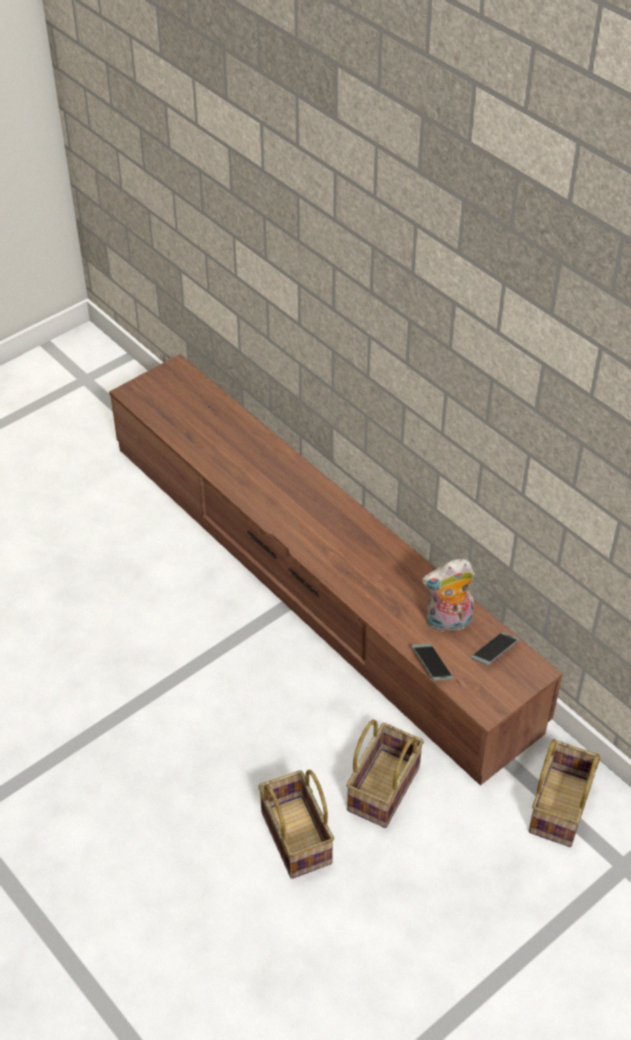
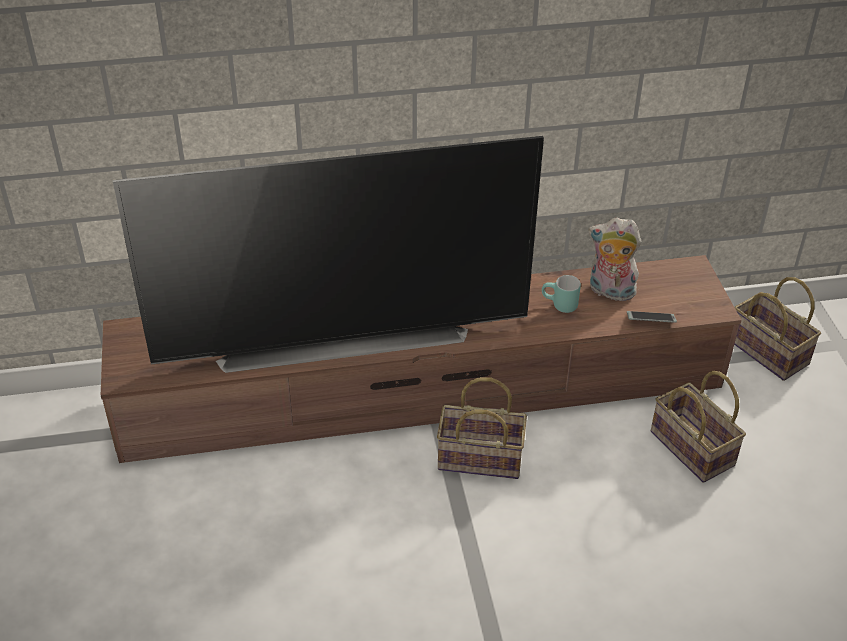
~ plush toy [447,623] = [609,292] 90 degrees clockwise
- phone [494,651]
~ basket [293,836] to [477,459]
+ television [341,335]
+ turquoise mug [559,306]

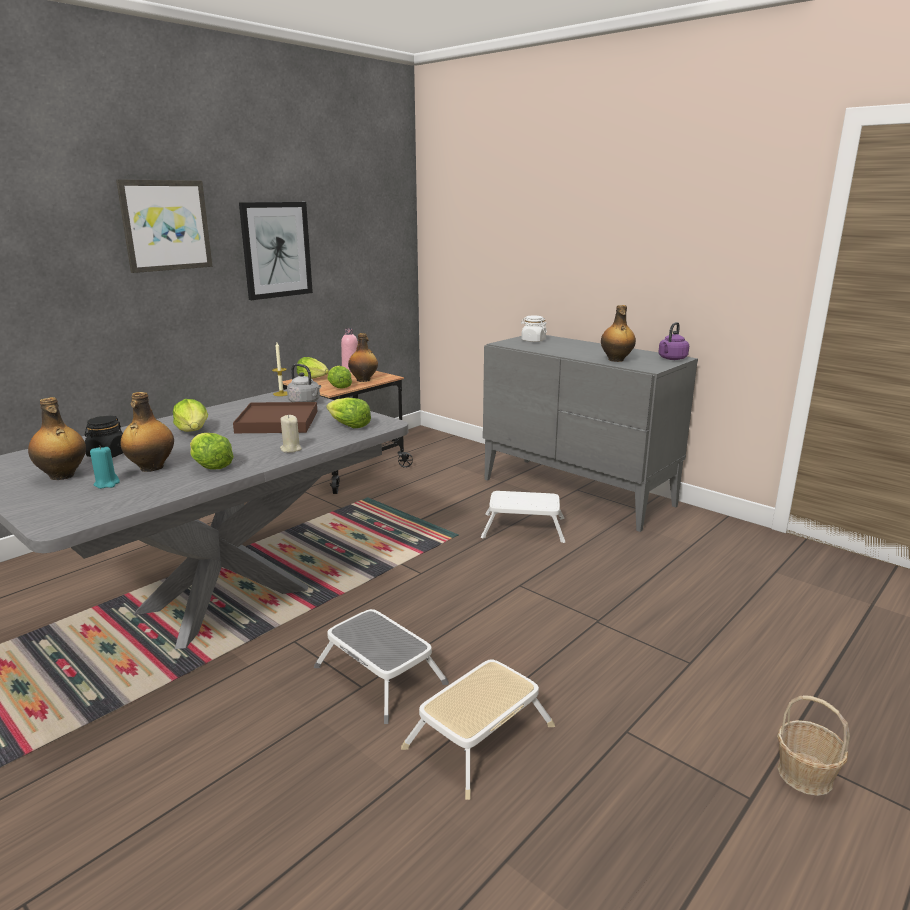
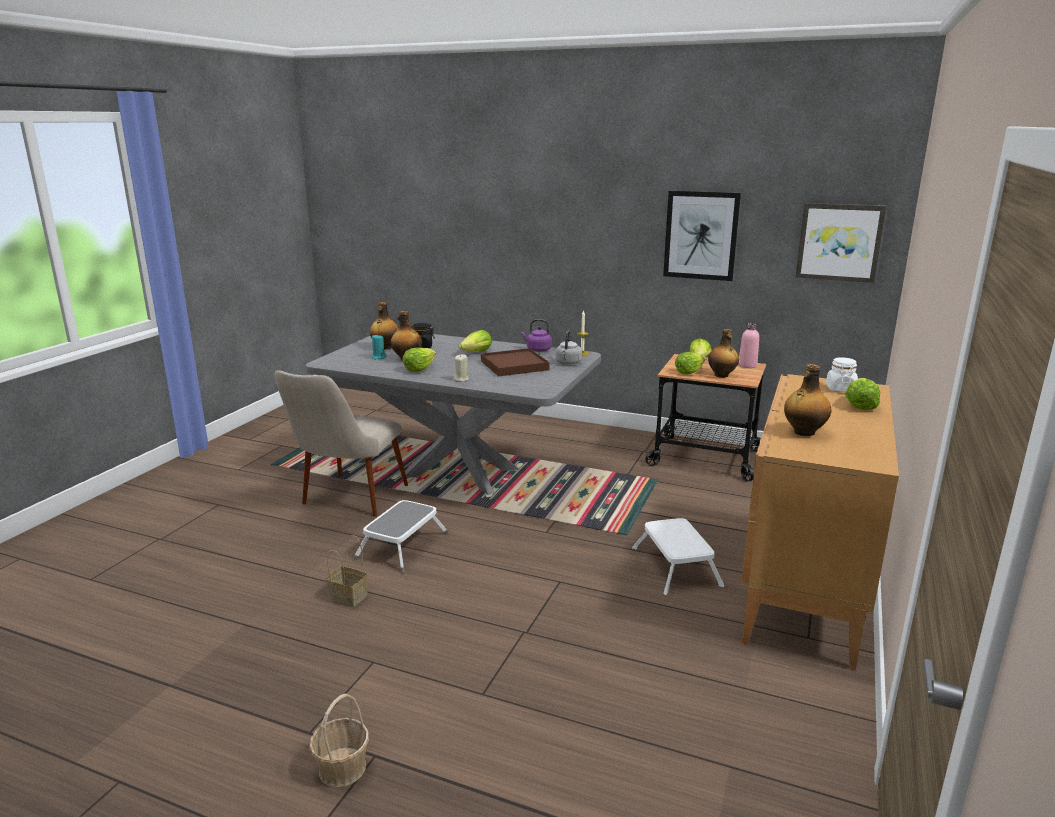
~ picture [165,225] to [839,242]
~ purple kettle [671,359] to [537,350]
~ grey cabinet [577,492] to brown cabinet [804,587]
~ lettuce [348,426] to [860,405]
~ beige step ladder [480,737] to basket [349,597]
+ beige chair [347,502]

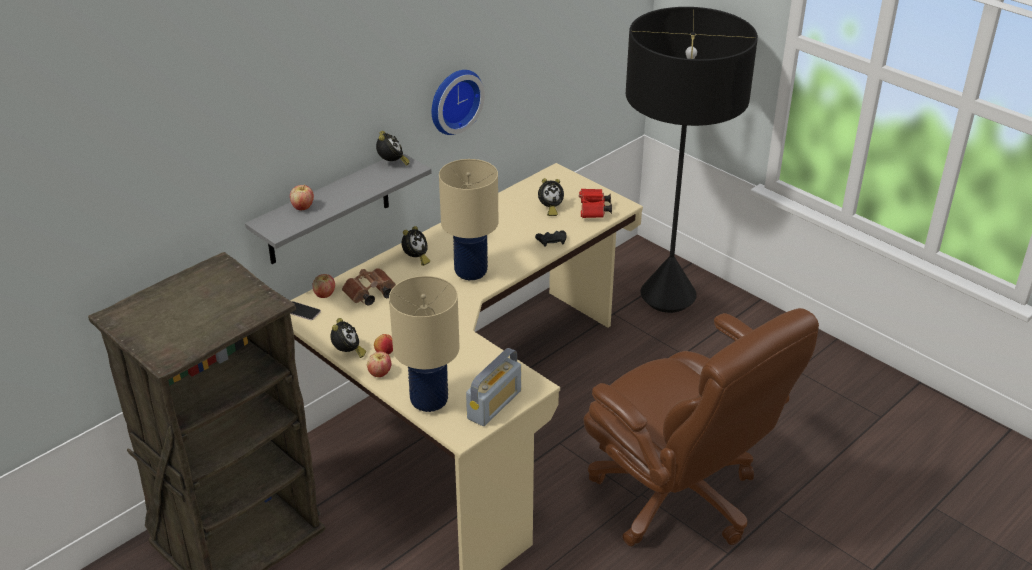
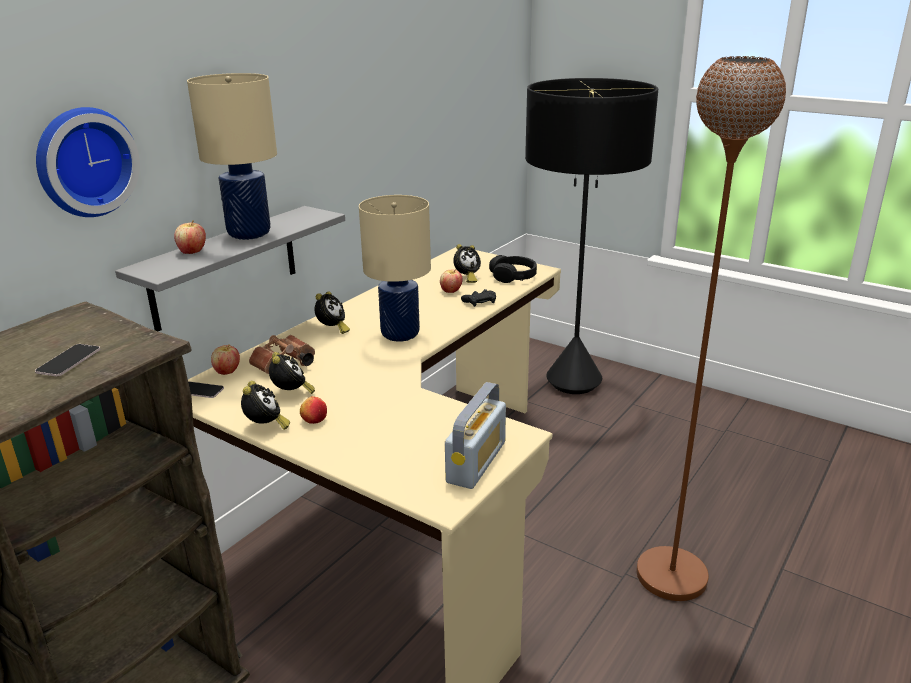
~ wall clock [453,100] to [84,161]
~ alarm clock [392,164] to [292,394]
~ red binoculars [593,211] to black headphones [513,276]
~ beige table lamp [429,403] to [249,236]
~ brown office chair [679,502] to brown floor lamp [671,576]
~ apple [380,373] to [451,291]
+ phone [69,361]

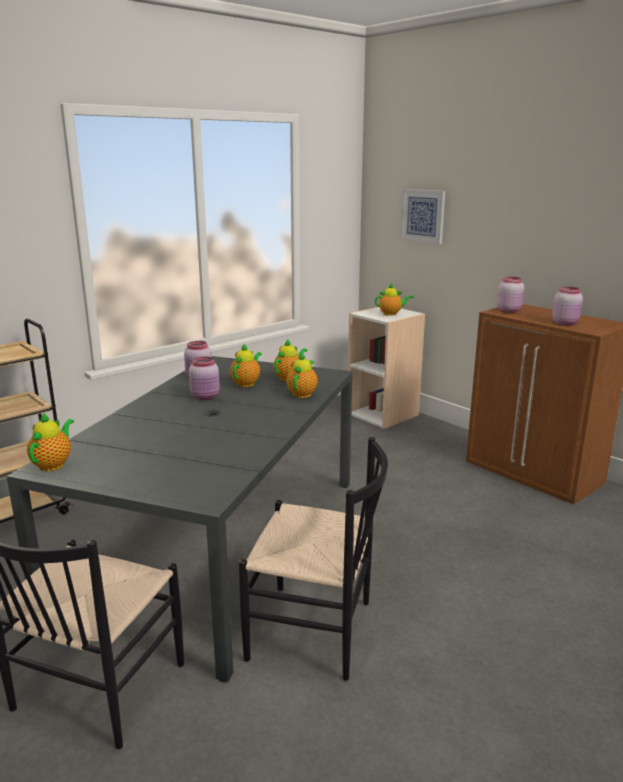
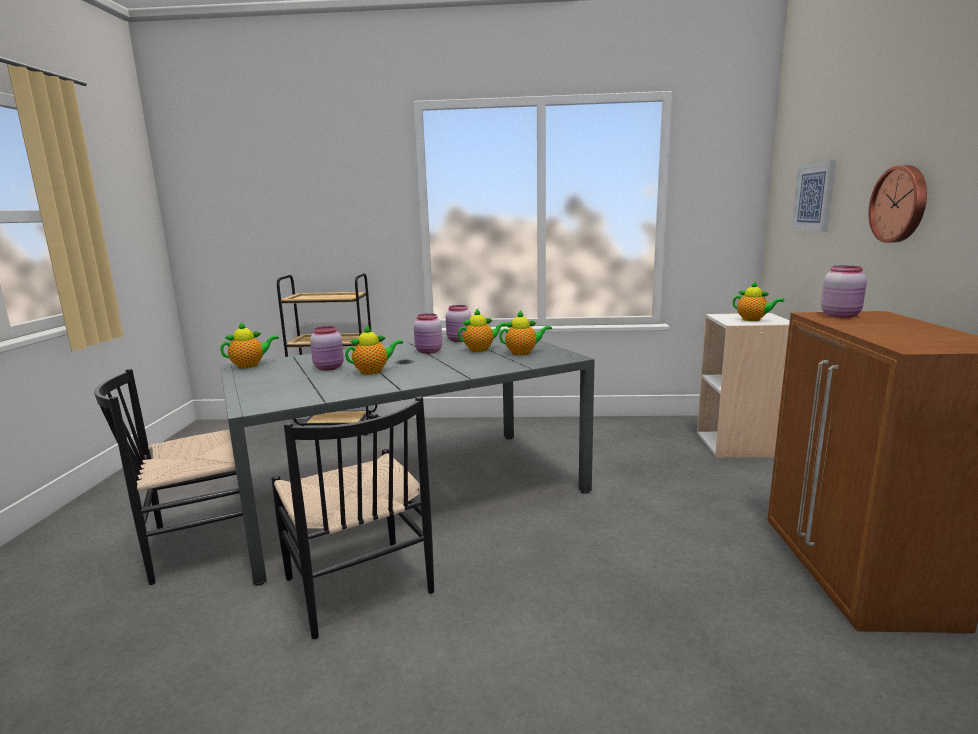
~ pink jar [565,323] to [329,368]
~ teapot [303,394] to [373,371]
+ wall clock [900,204]

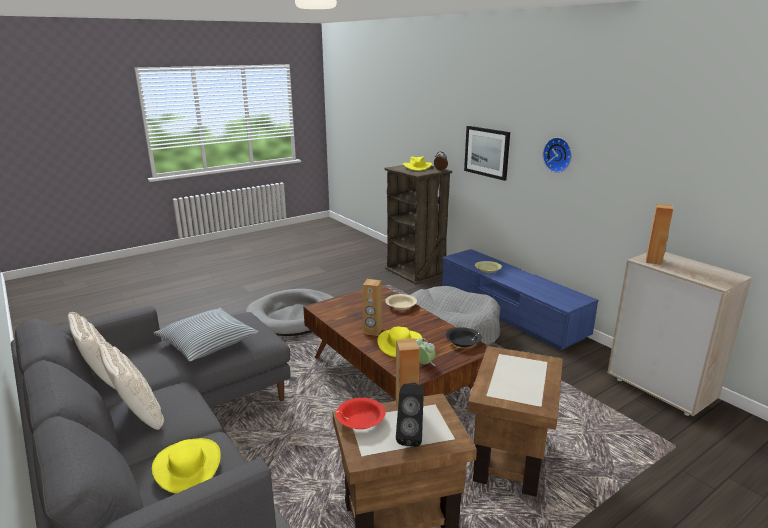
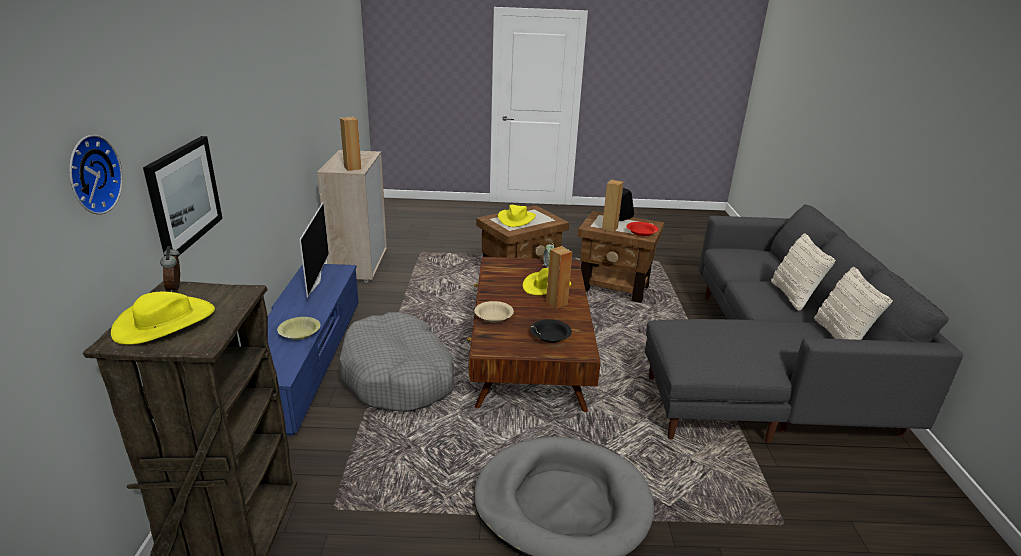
~ wall clock [558,154] to [90,174]
- pillow [207,343]
~ black bowl [463,342] to [550,336]
~ yellow hat [188,465] to [516,219]
+ television [315,281]

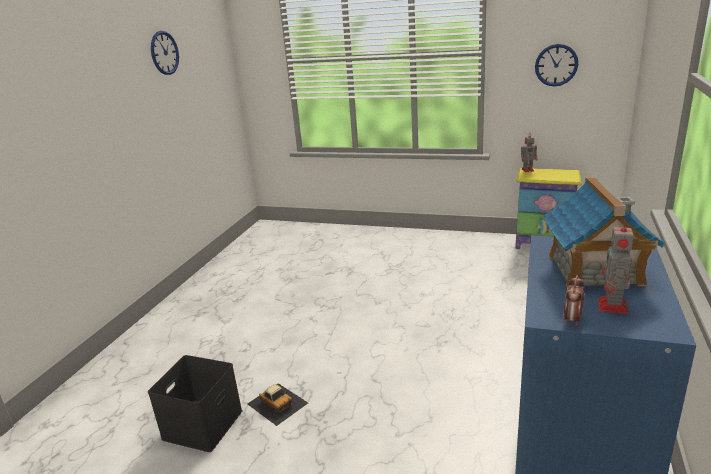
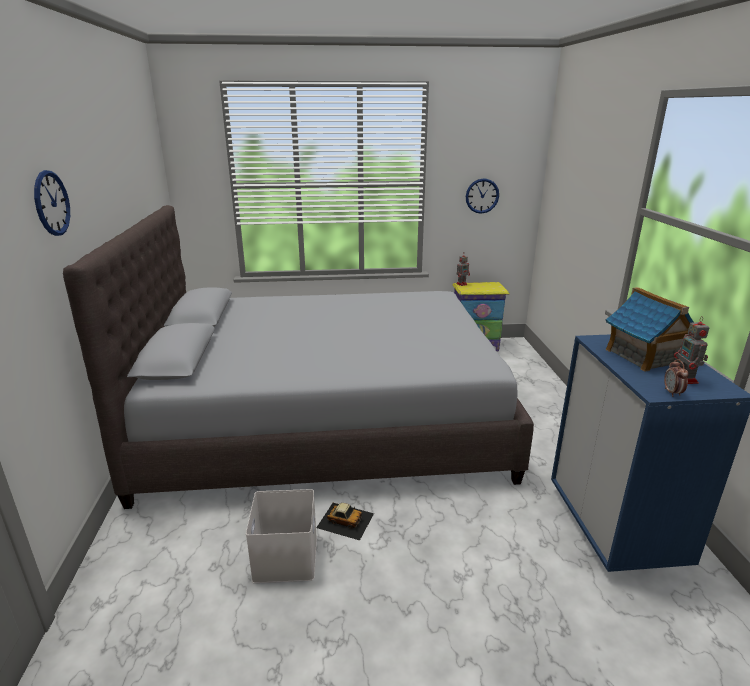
~ wall clock [164,53] to [51,203]
~ black storage box [202,423] to white storage box [284,556]
+ grey bed [326,421]

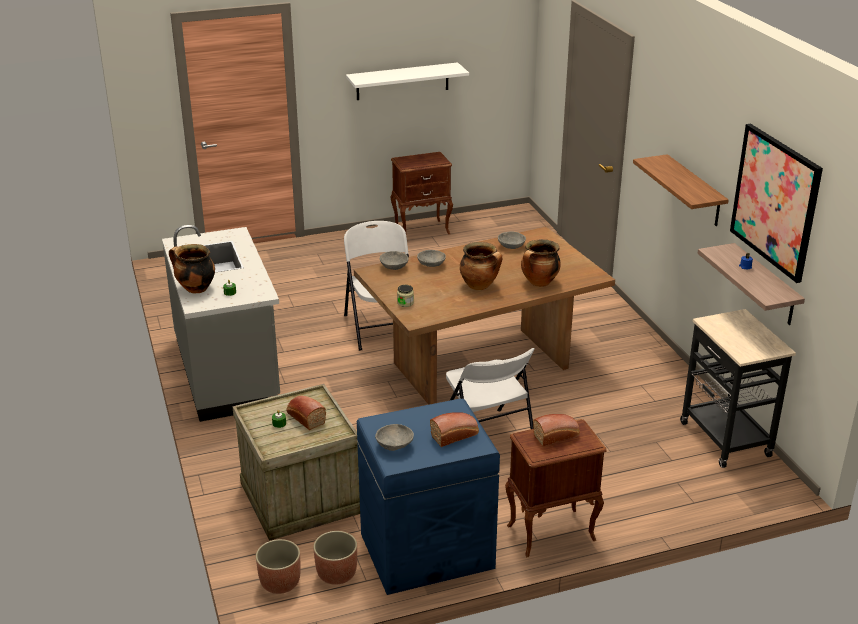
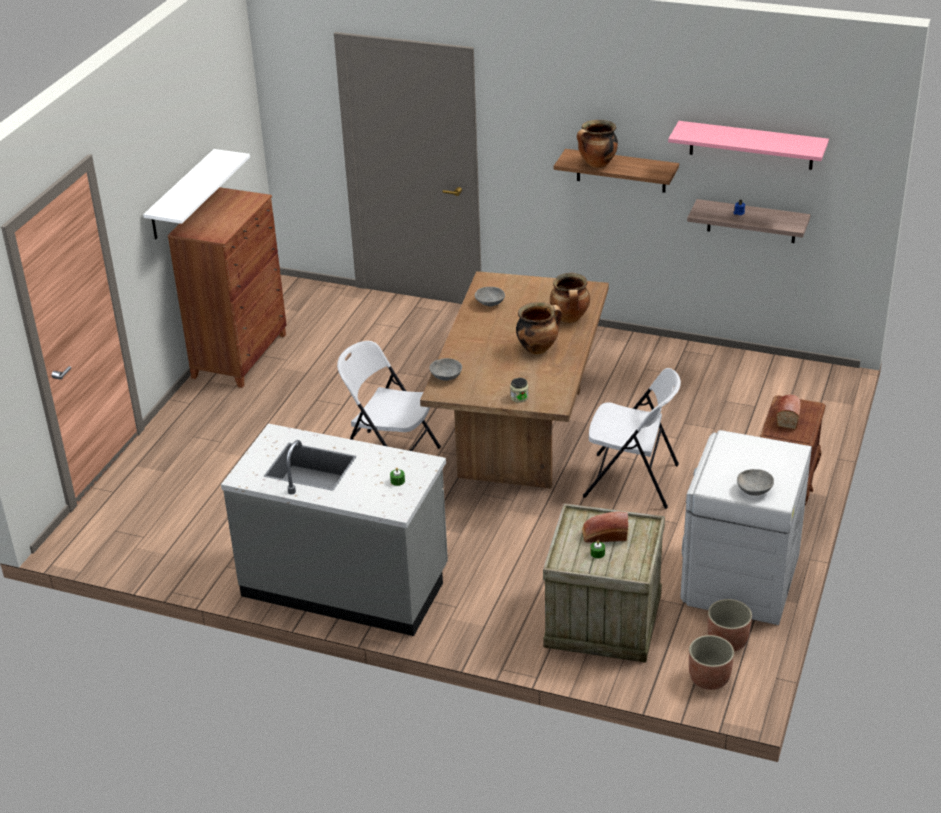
~ picture [775,201] to pink shelf [751,145]
~ brown nightstand [421,231] to brown dresser [242,356]
~ cooking pot [195,289] to [597,164]
- grey bowl [431,265]
- cart [726,441]
~ blue washing machine [423,547] to white washing machine [738,579]
- bread [455,435]

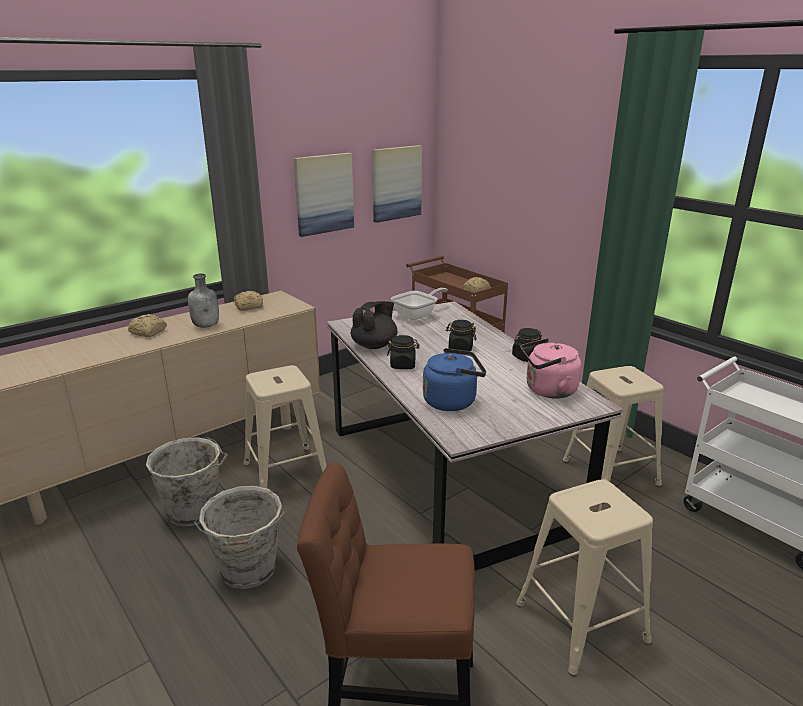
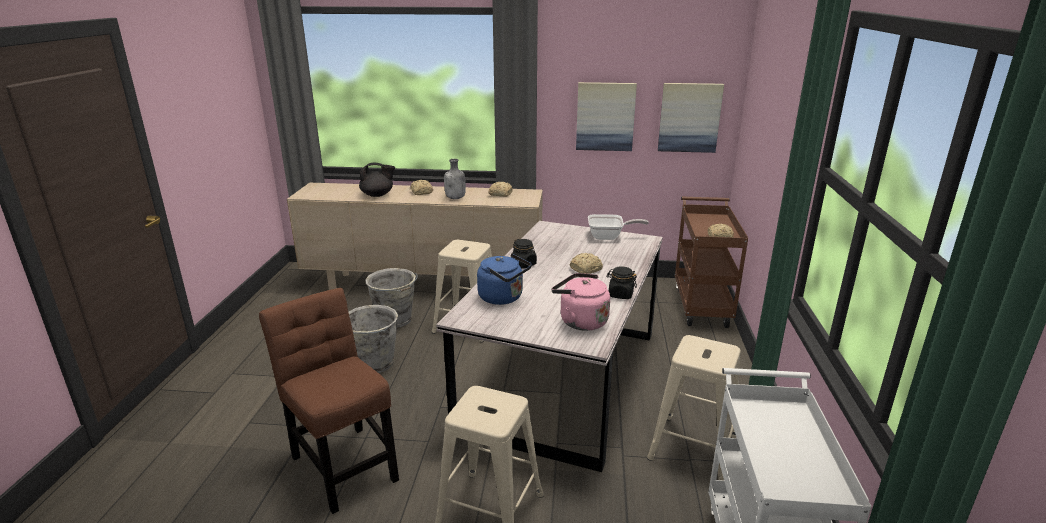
~ black teapot [375,345] to [378,195]
~ black jar [460,348] to bread [586,269]

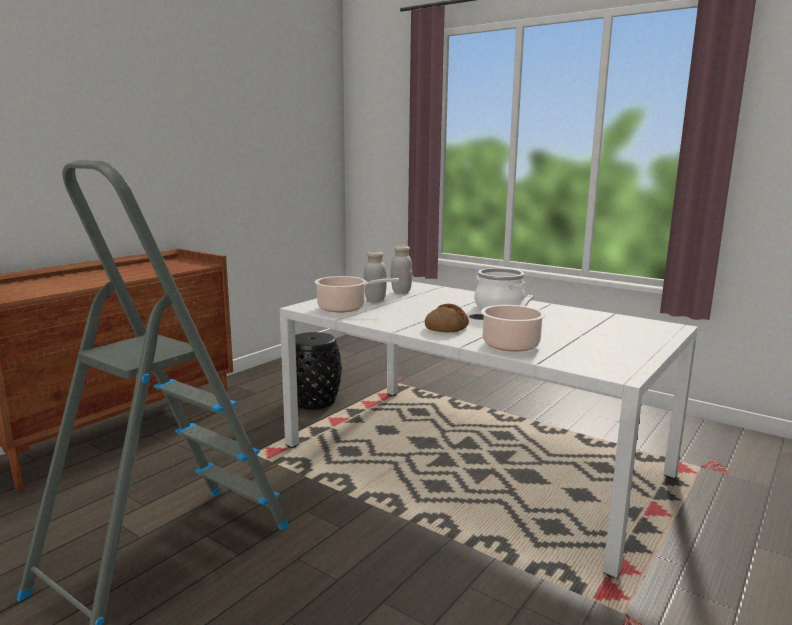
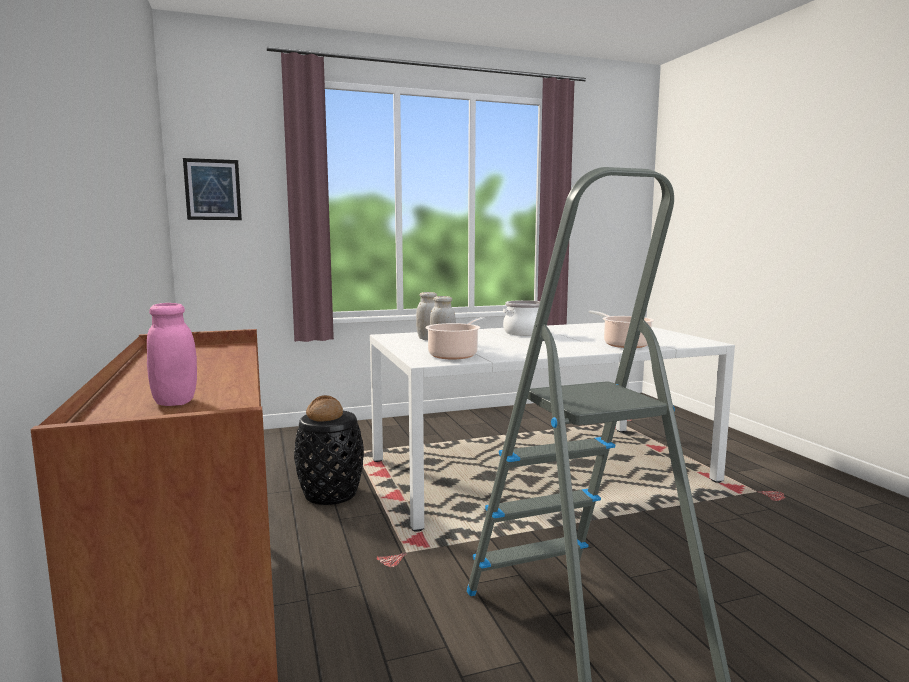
~ bread [446,327] to [324,416]
+ picture [213,189]
+ pink jar [175,402]

